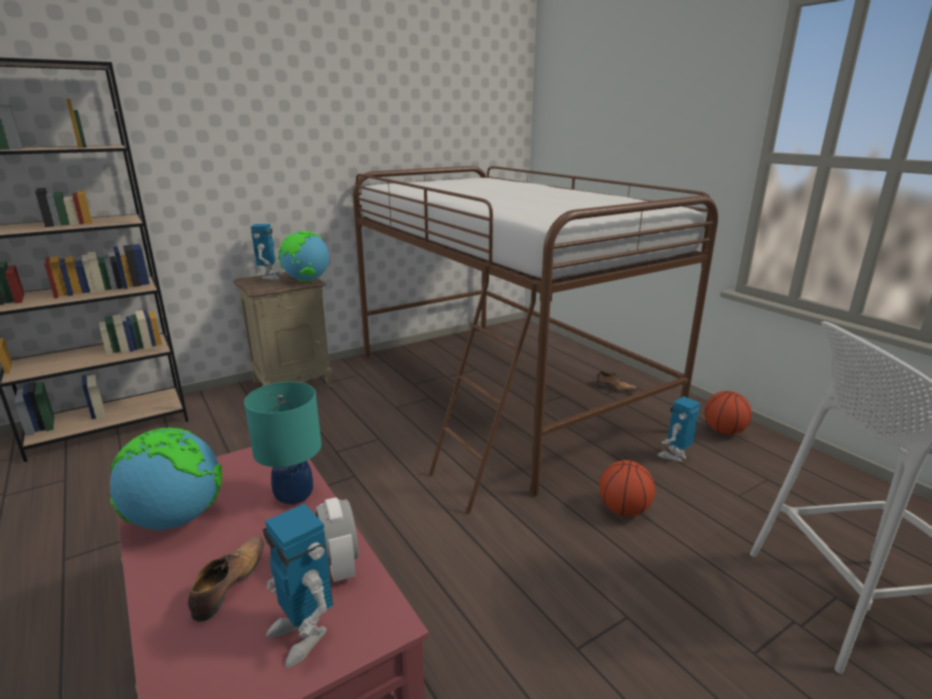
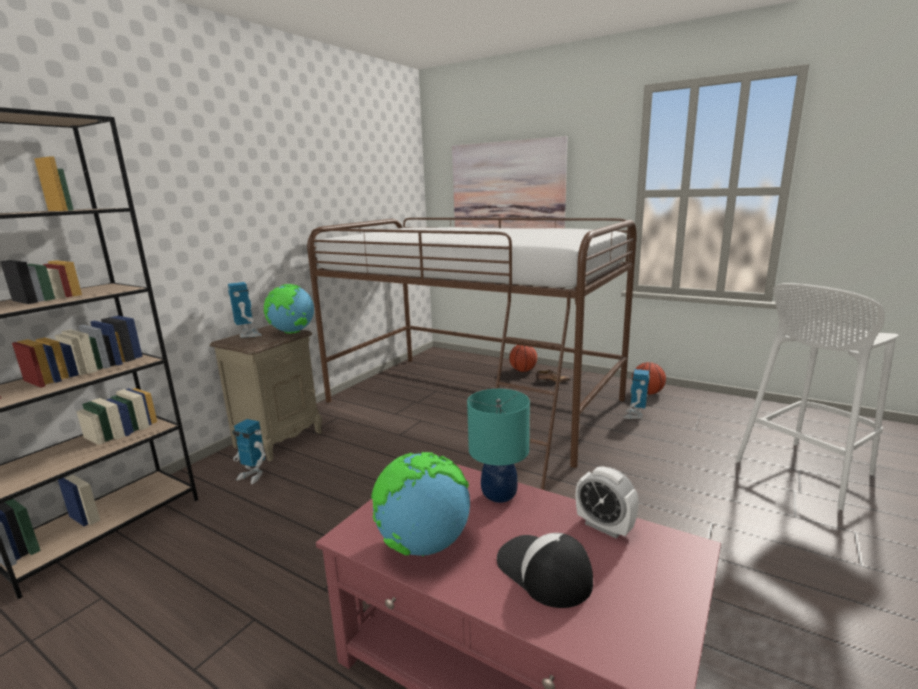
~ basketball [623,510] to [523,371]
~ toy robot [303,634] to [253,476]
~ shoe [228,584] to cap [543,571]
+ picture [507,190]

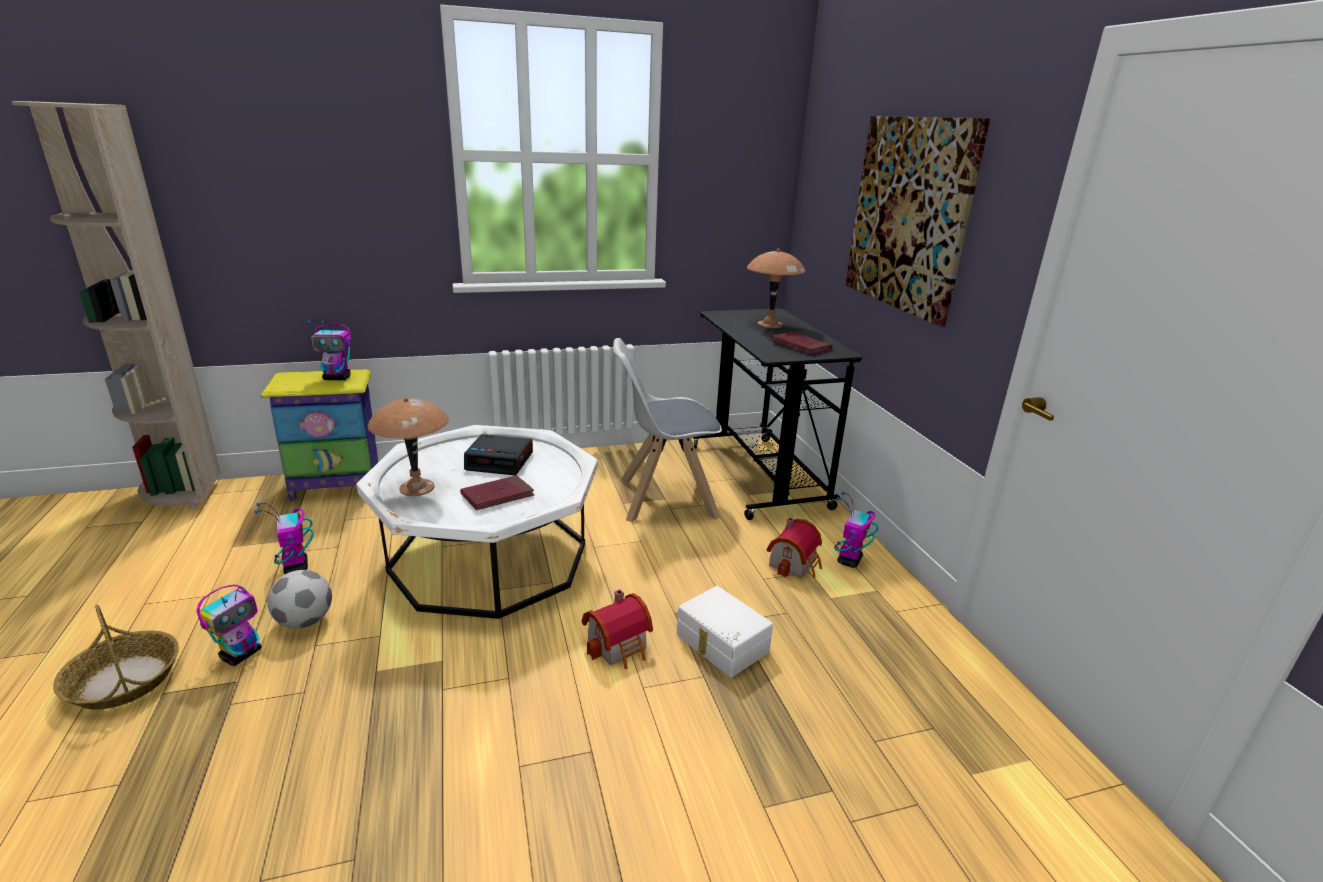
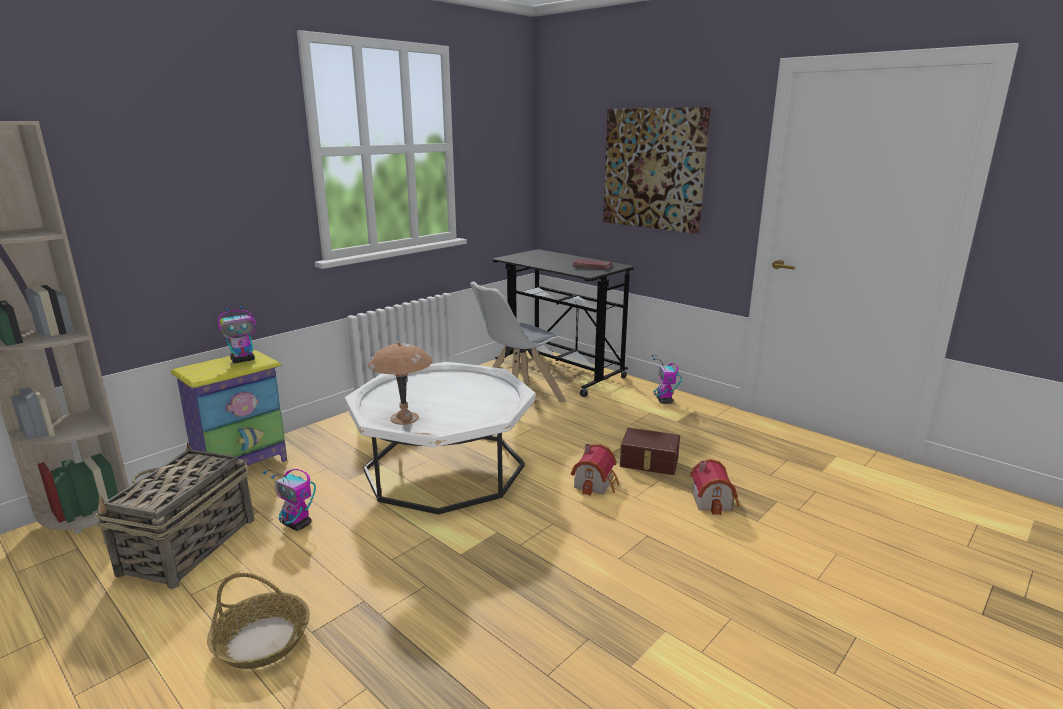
- brown table lamp [769,324]
- alarm clock [500,461]
- red book [497,495]
~ toy house [795,563] to [714,500]
- football [305,621]
- toy robot [242,654]
~ white storage box [720,644] to brown storage box [649,462]
+ basket [187,547]

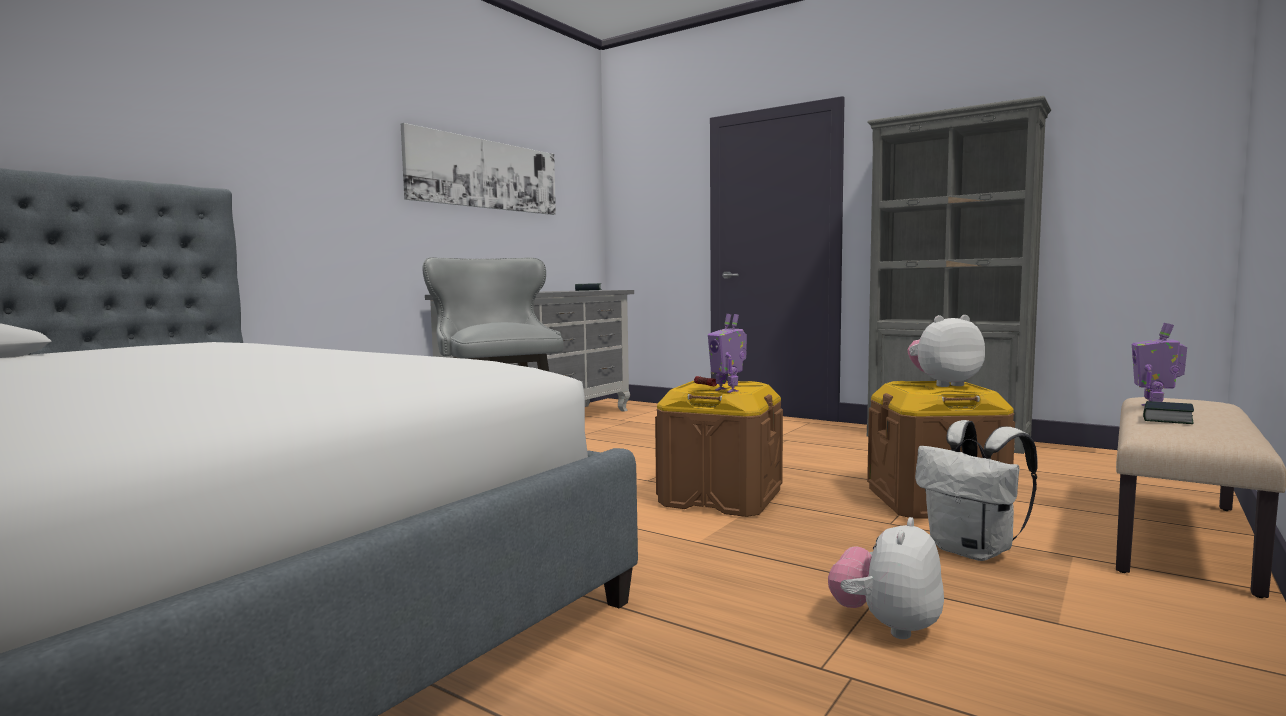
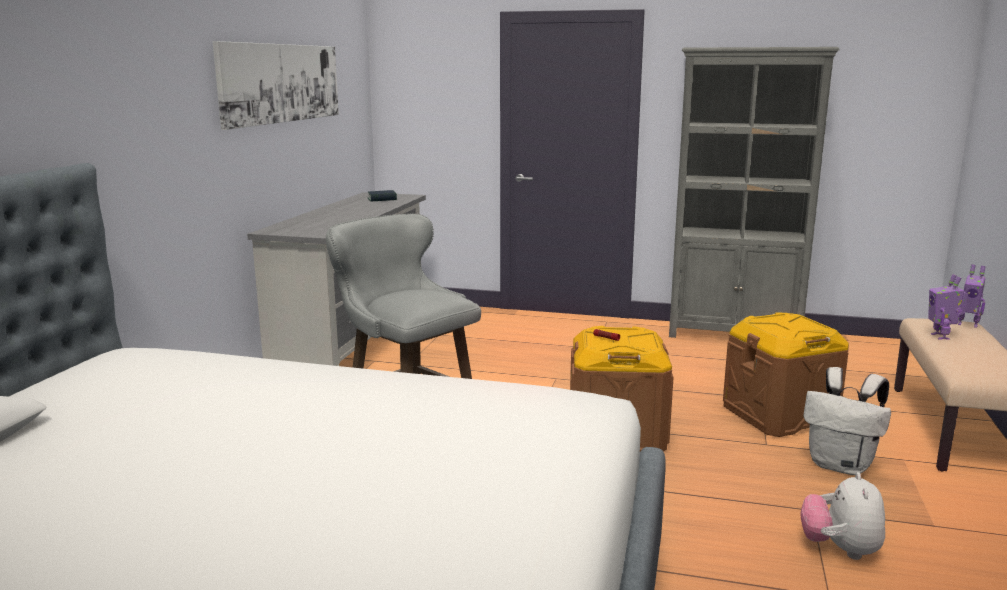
~ toy robot [728,390] to [967,324]
- plush toy [943,384]
- book [1167,419]

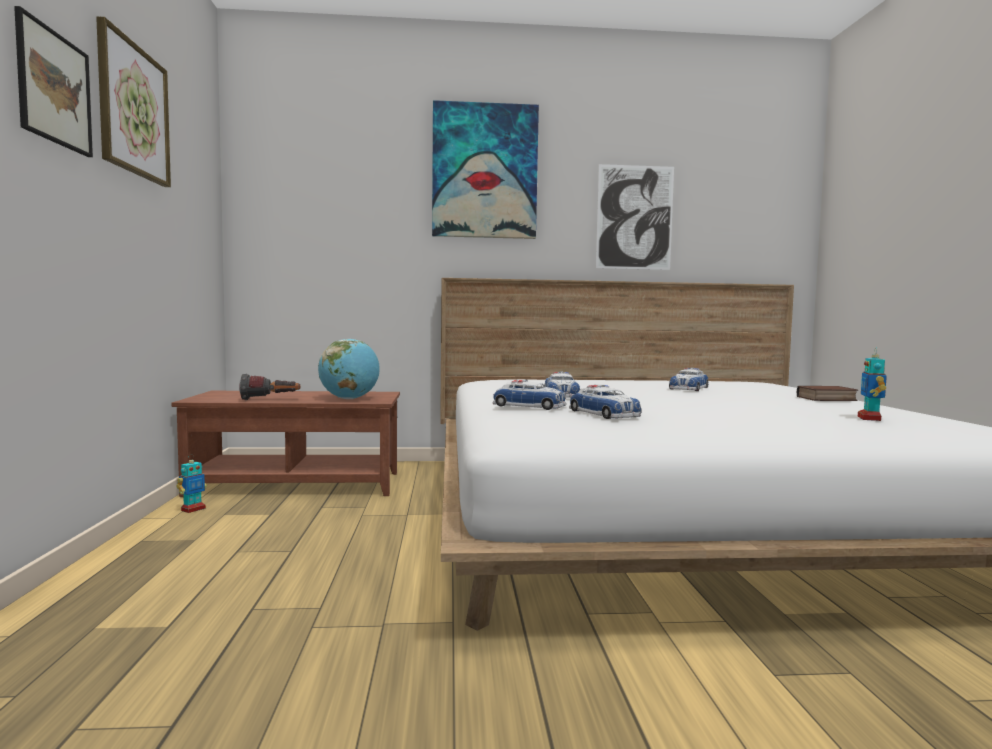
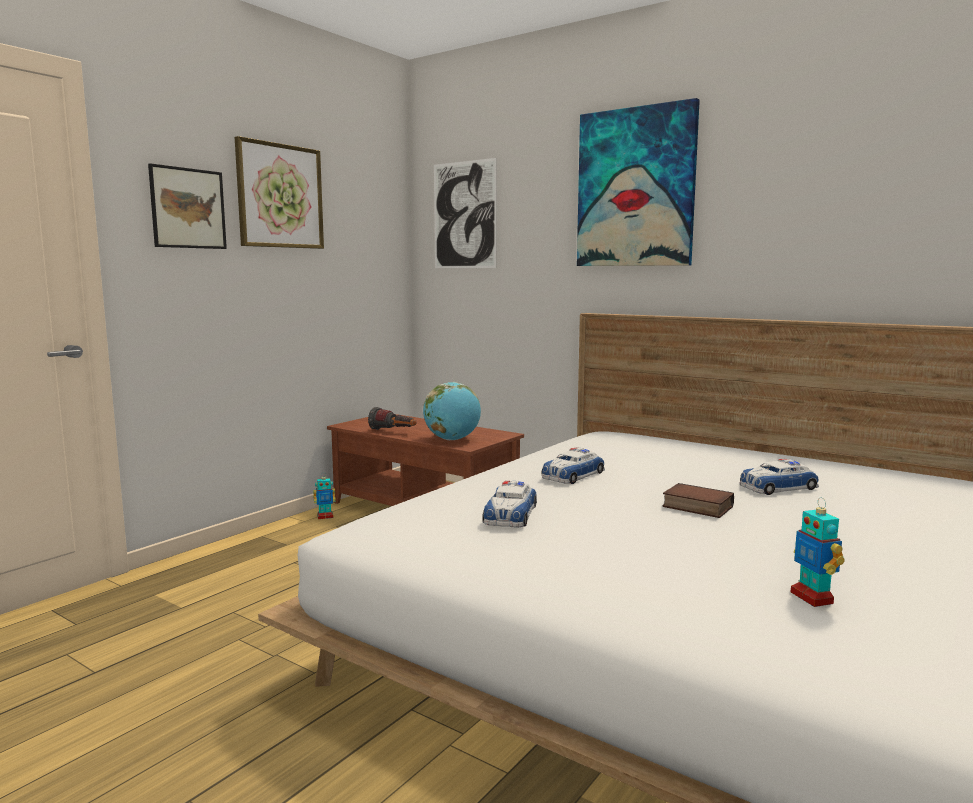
~ picture [634,217] to [464,215]
~ toy robot [870,418] = [812,598] 75 degrees counterclockwise
- toy car [529,406]
~ book [826,399] to [696,507]

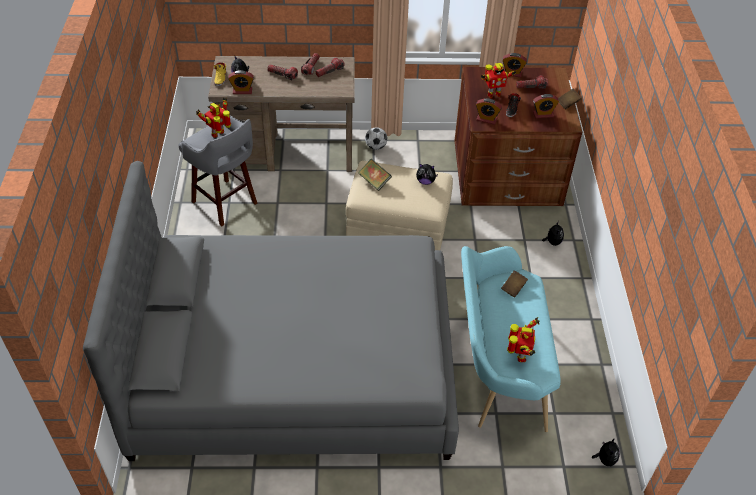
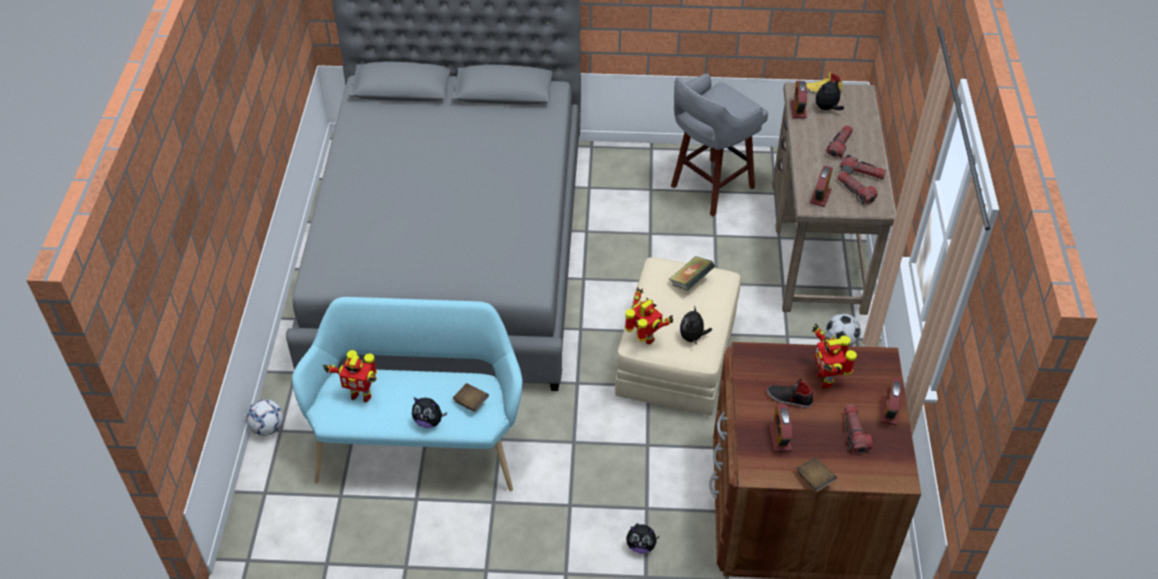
~ toy robot [219,134] to [644,339]
~ alarm clock [486,119] to [820,196]
~ plush toy [605,459] to [429,421]
+ football [267,428]

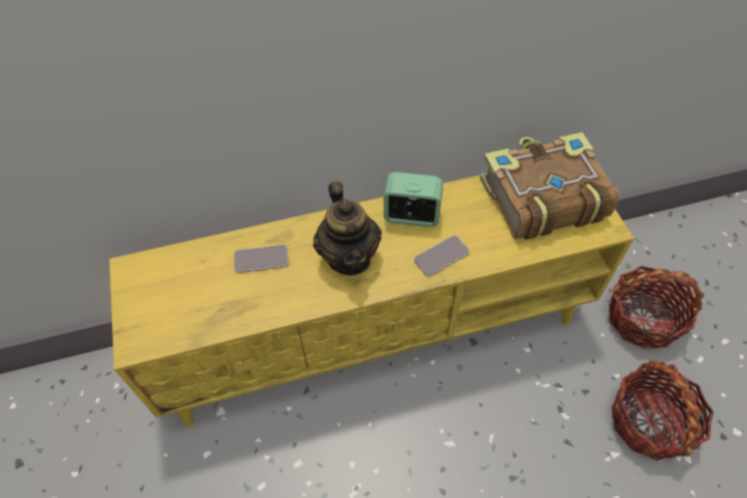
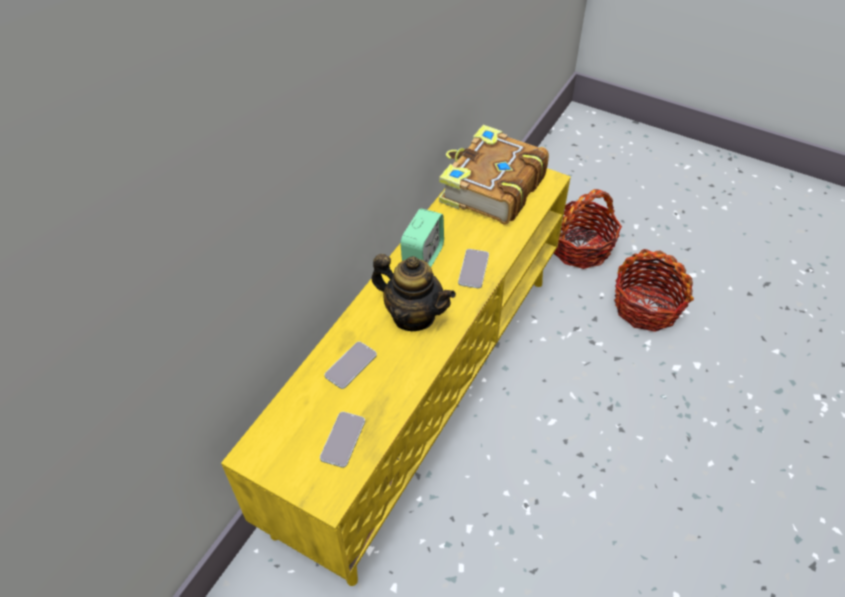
~ alarm clock [411,216] = [422,258] 150 degrees clockwise
+ phone [343,439]

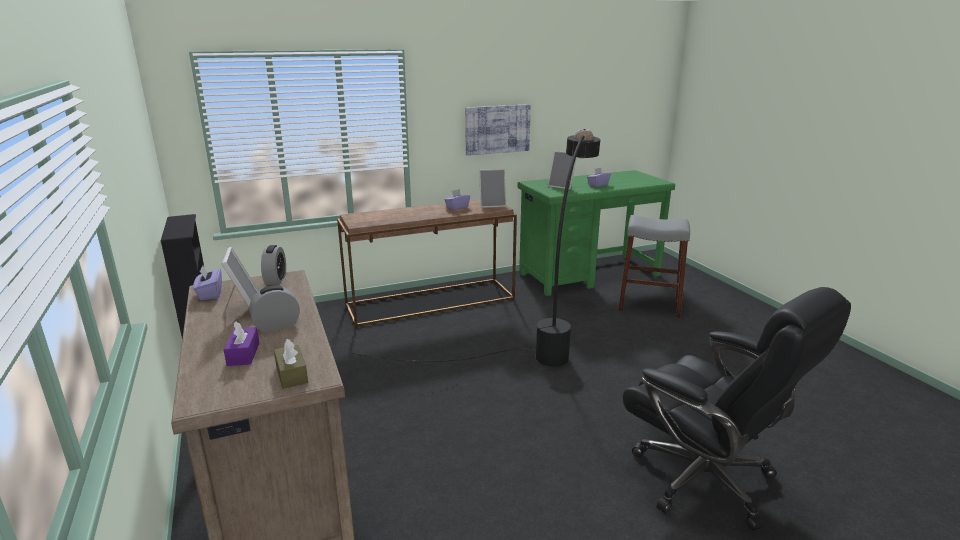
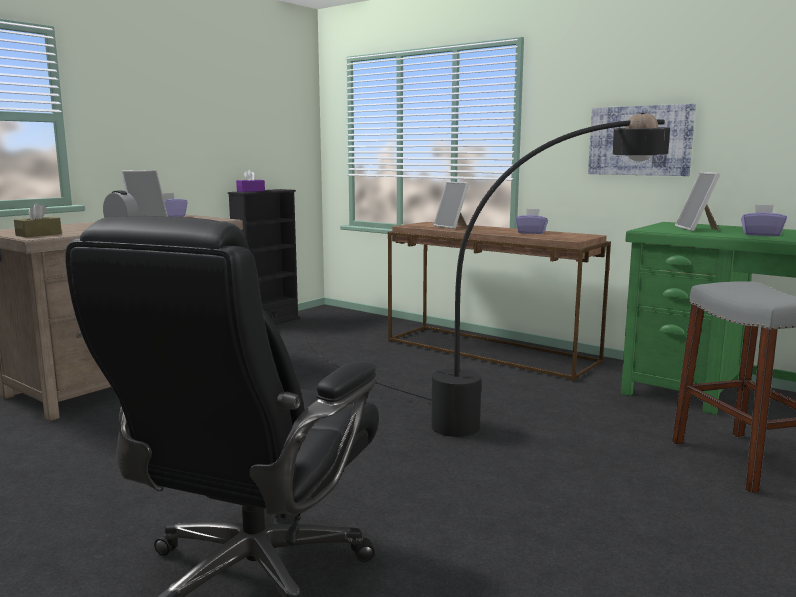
~ picture frame [492,205] to [452,227]
- alarm clock [276,280]
~ purple tissue box [243,354] to [250,191]

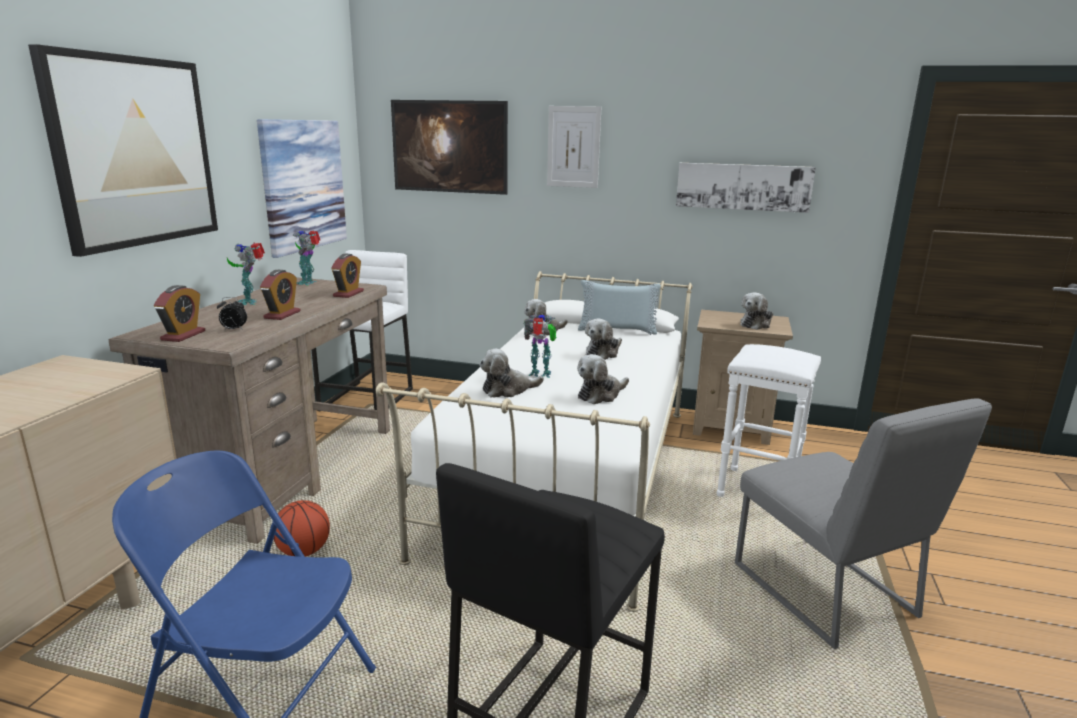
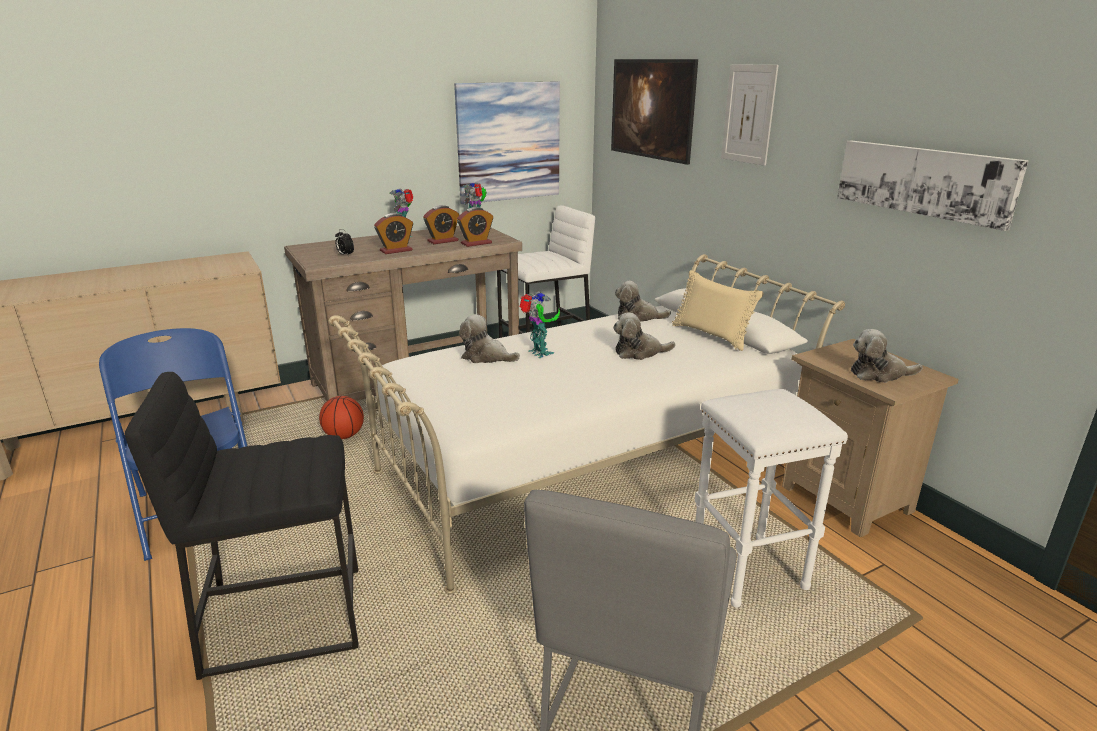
- picture [134,152]
~ blue pillow [617,330] to beige pillow [712,336]
~ alarm clock [183,335] to [443,241]
- plush toy [600,395]

